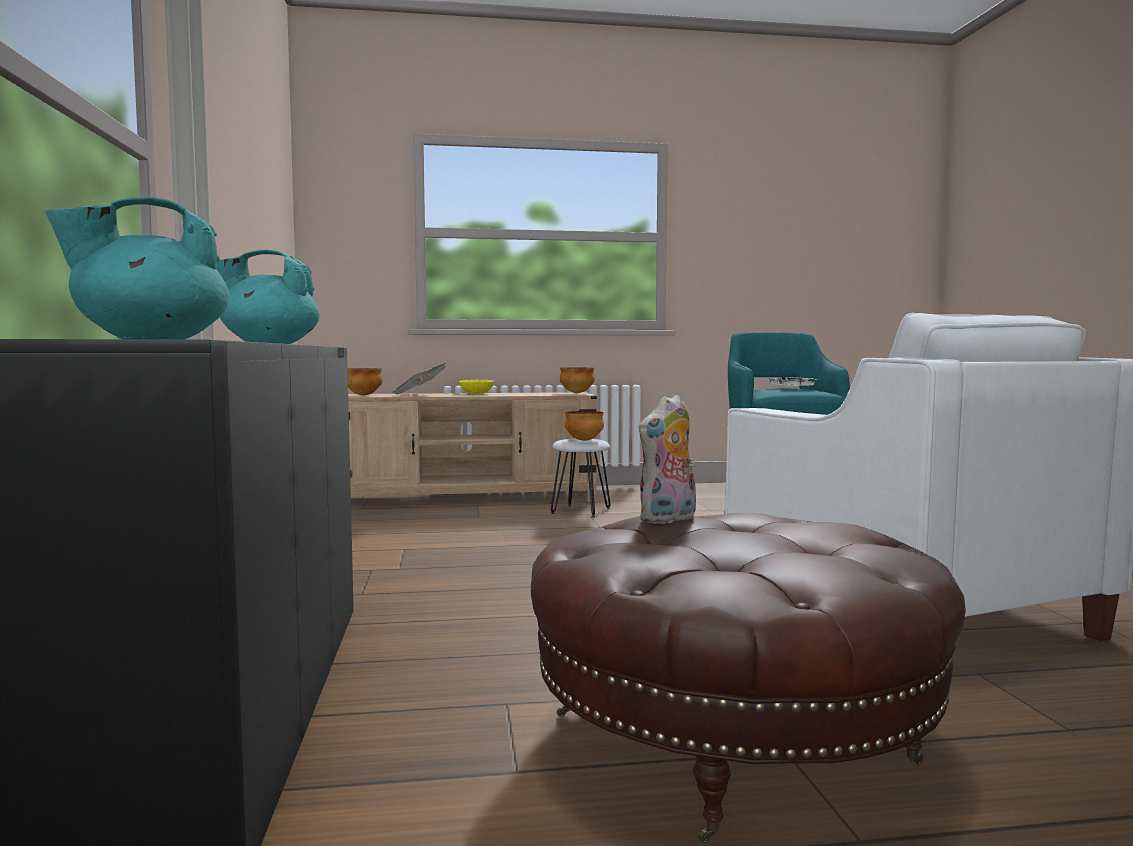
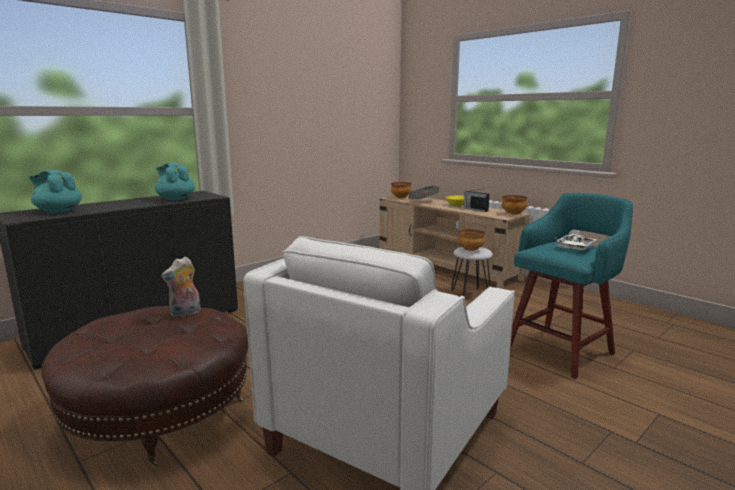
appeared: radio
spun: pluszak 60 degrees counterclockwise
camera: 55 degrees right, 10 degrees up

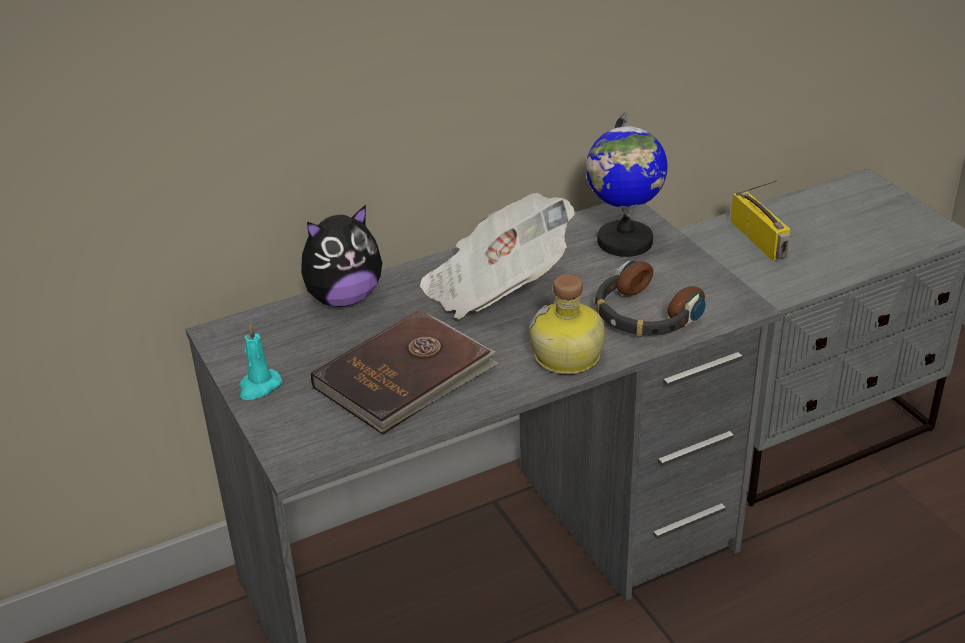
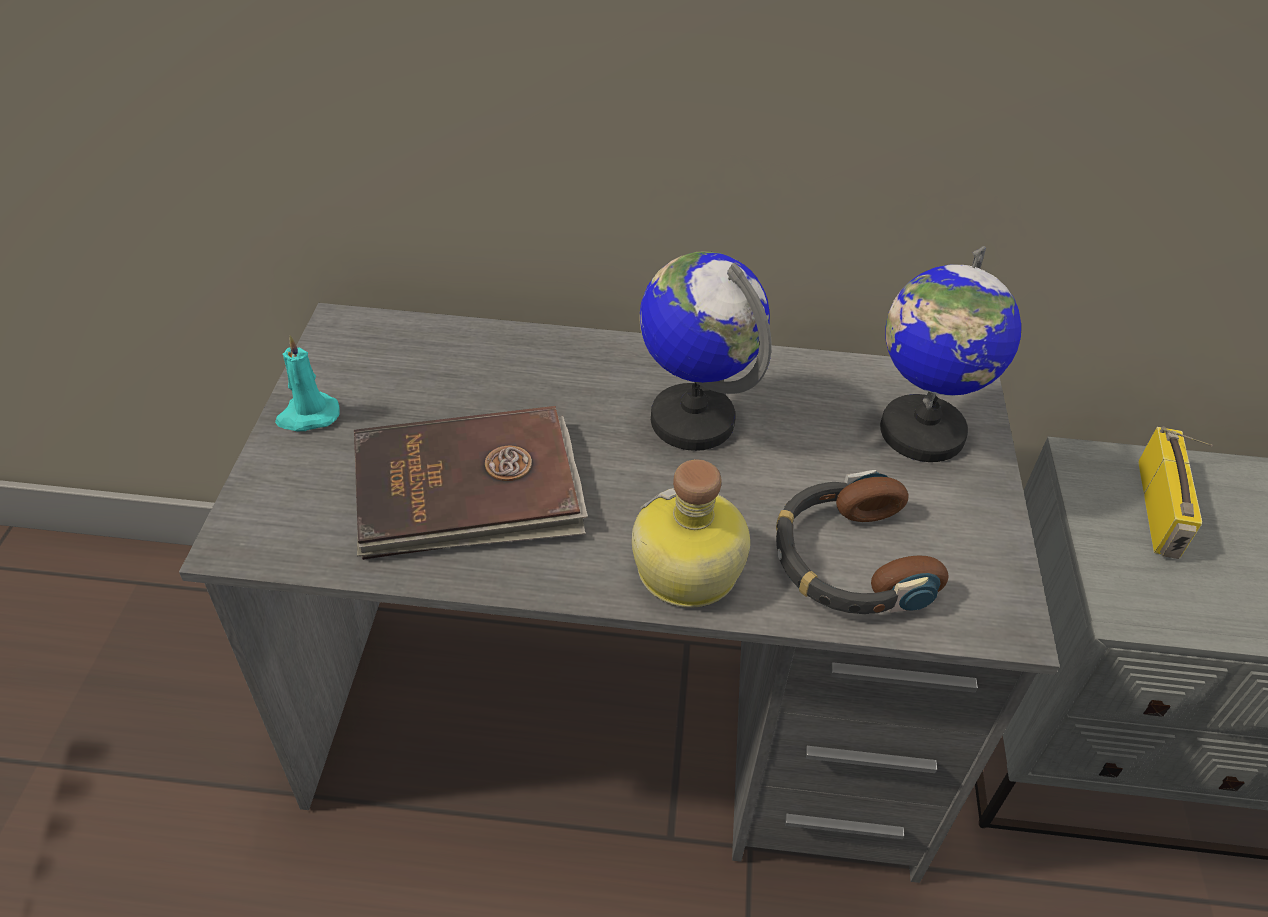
missing: pluszak
exchanged: gazeta to globus (no. 1 from left)
camera: 30 degrees right, 10 degrees up

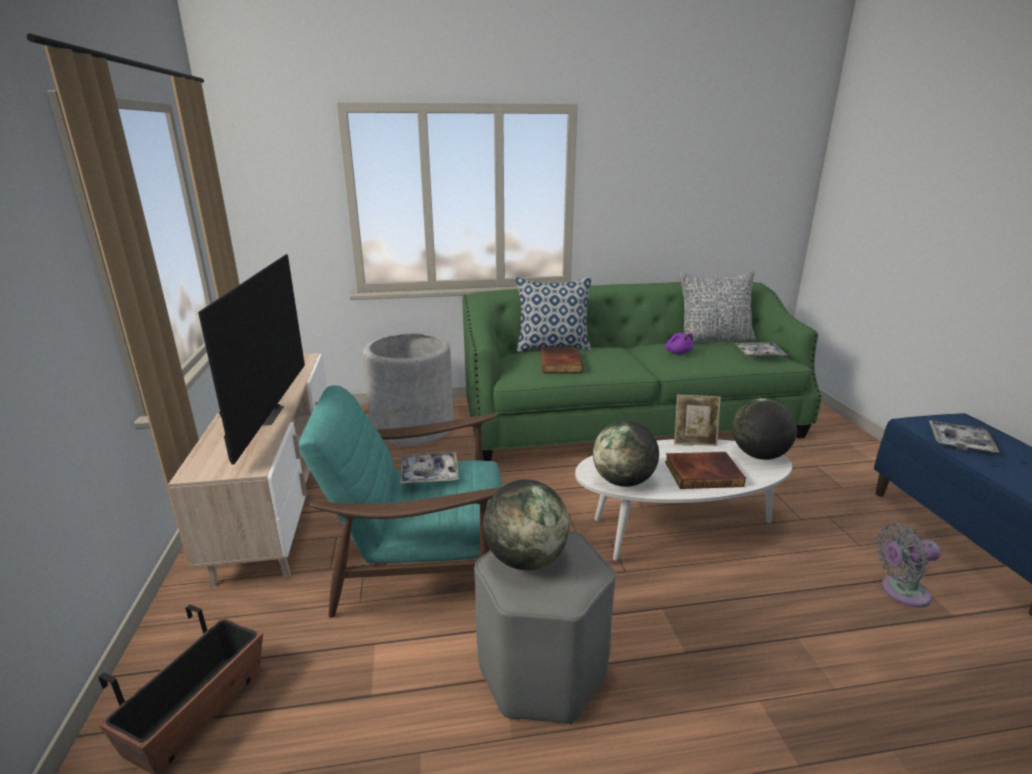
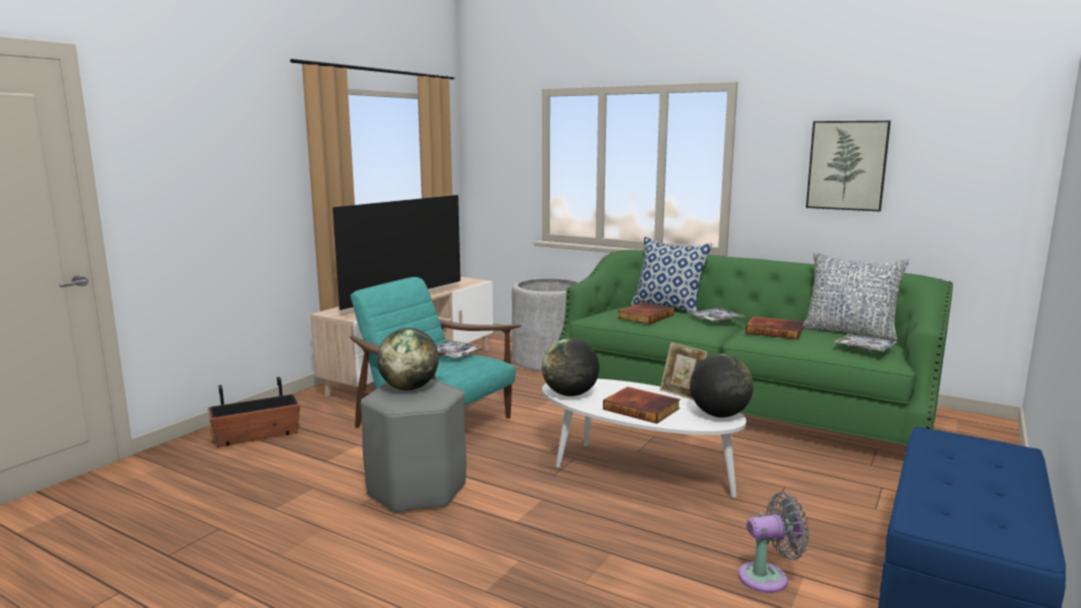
appeared: obraz
relocated: taca (no. 3 from left in the first image) to taca (no. 2 from left)
exchanged: pluszak/fioletowy to książka (no. 3 from left)
spun: wentylator/szary 135 degrees clockwise
camera: 40 degrees right, 10 degrees down

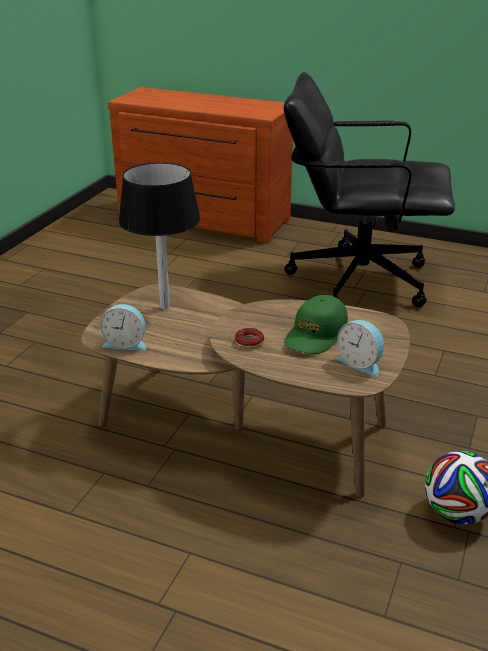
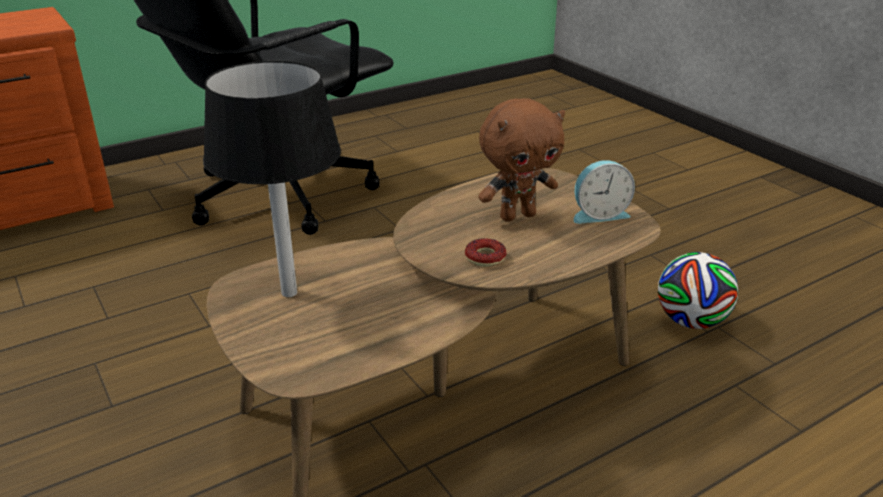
missing: budzik (no. 1 from left)
exchanged: czapka z daszkiem/zielony to pluszak/brązowy
camera: 55 degrees left, 0 degrees up

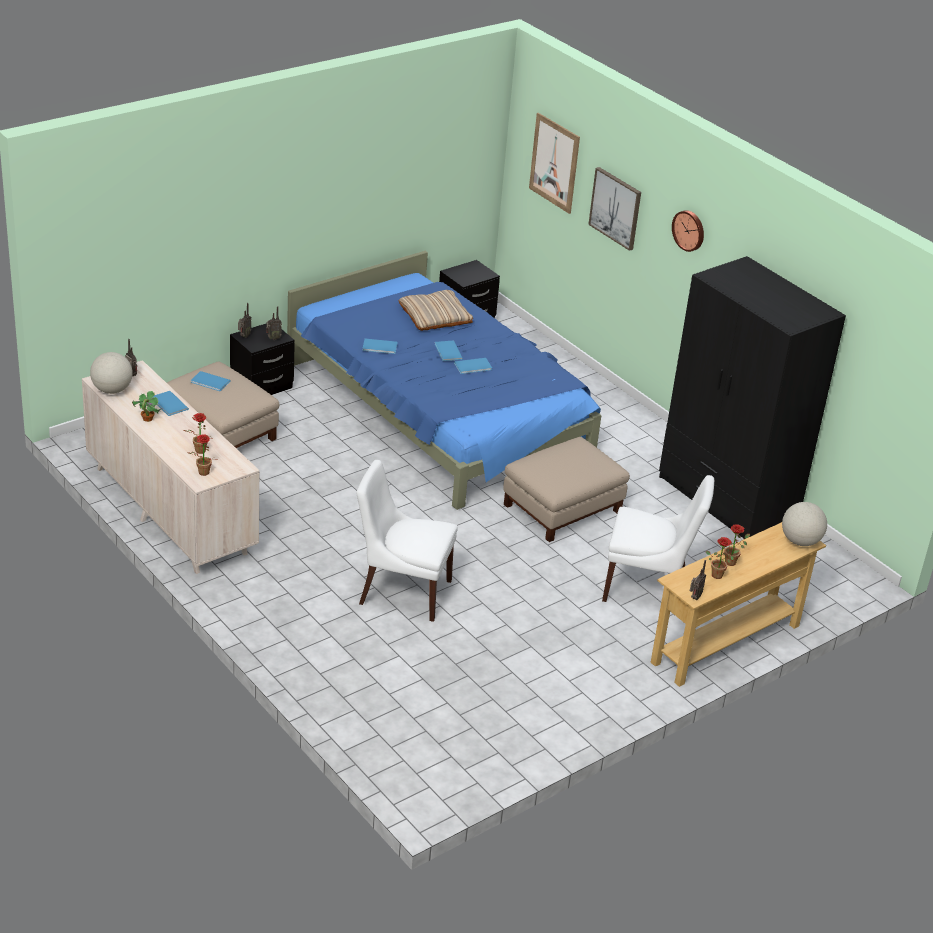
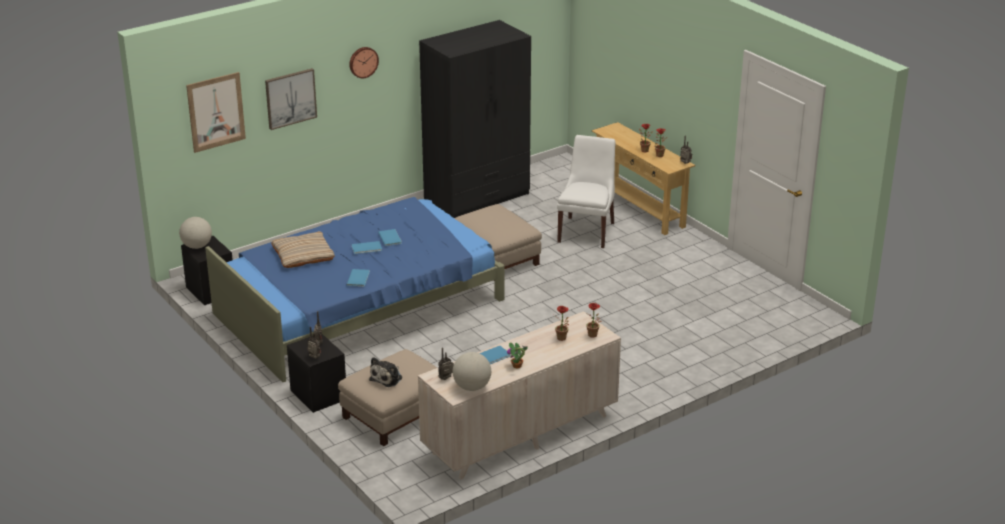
missing: krzesło/biały (no. 1 from left)
relocated: globus (no. 2 from left in the first image) to globus (no. 1 from left)
exchanged: książka/niebieski (no. 2 from left) to pluszak
camera: 85 degrees left, 5 degrees down

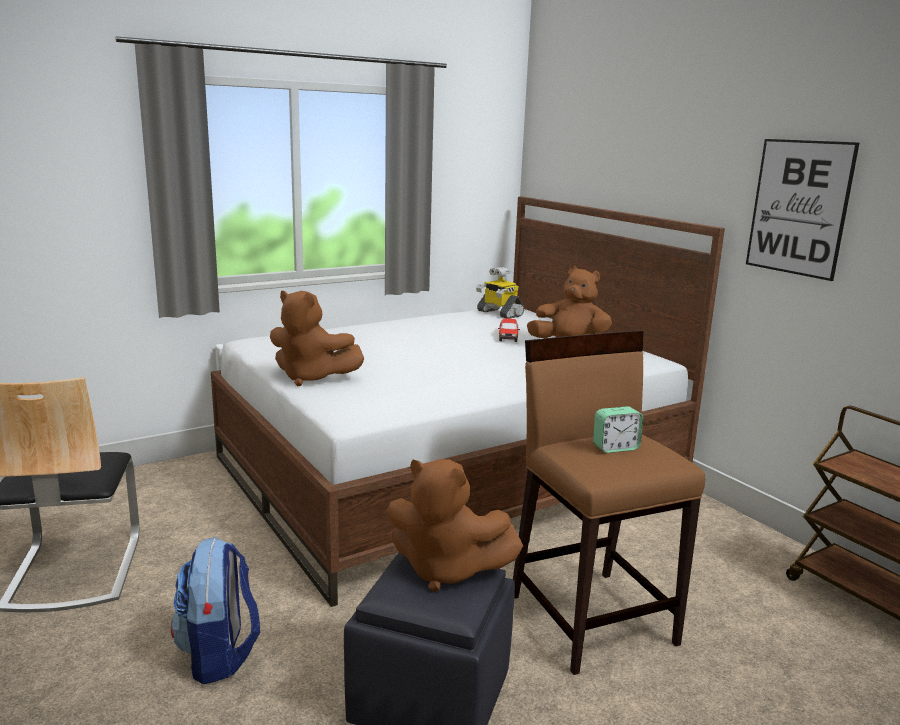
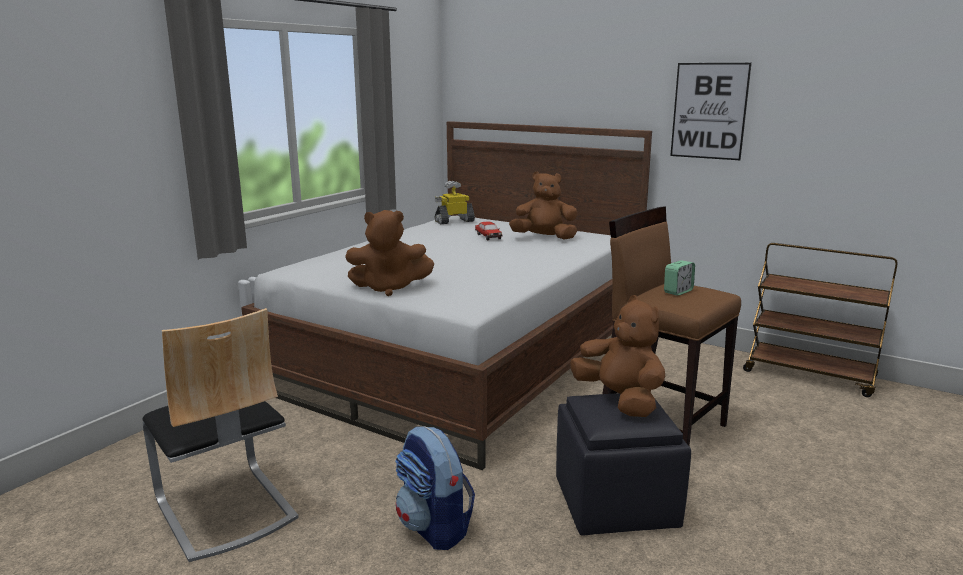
spun: robot zabawkowy 135 degrees clockwise; pluszak/brązowy (no. 2 from left in the first image) 120 degrees counterclockwise
camera: 25 degrees left, 0 degrees up

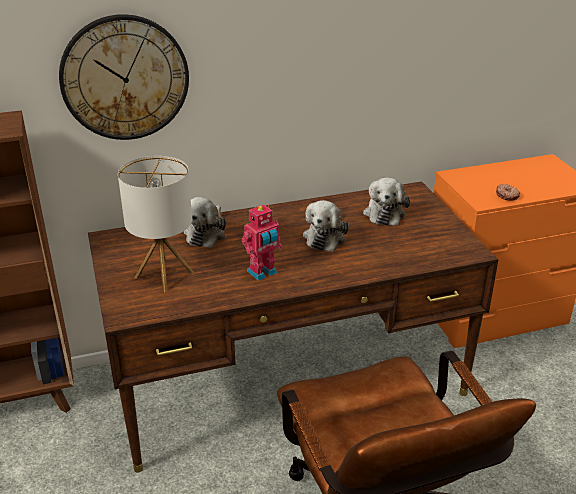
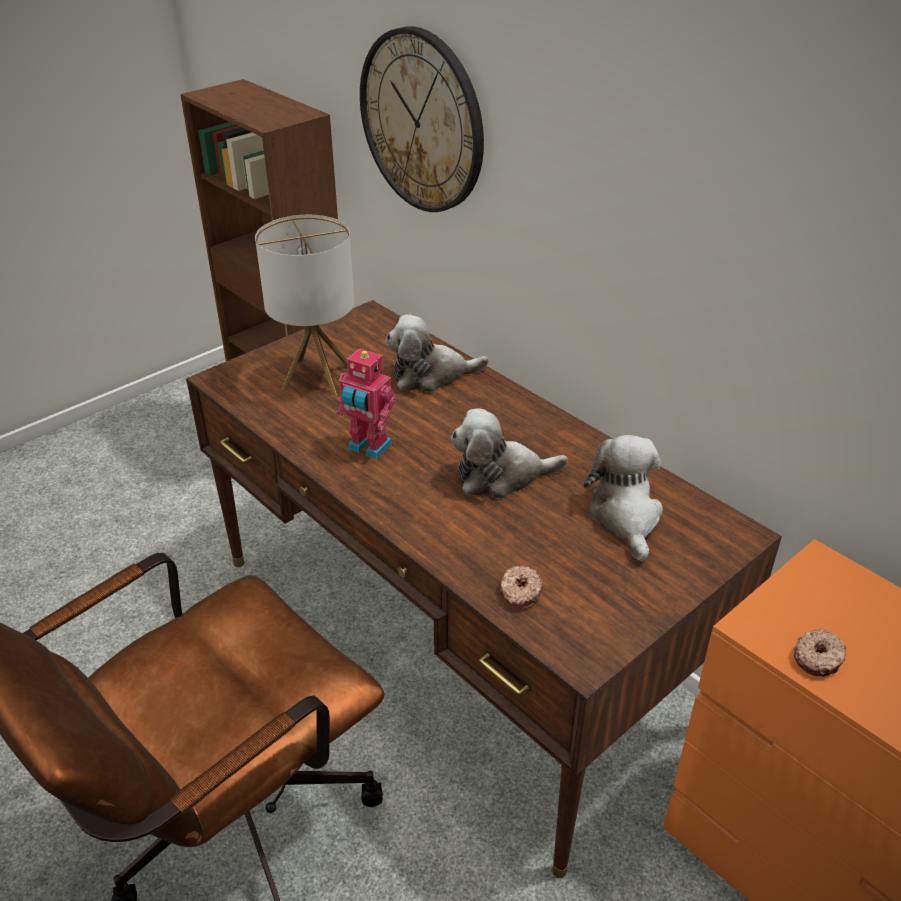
appeared: donut (no. 1 from left)
spun: pluszak (no. 3 from left) 105 degrees clockwise
camera: 65 degrees right, 5 degrees up

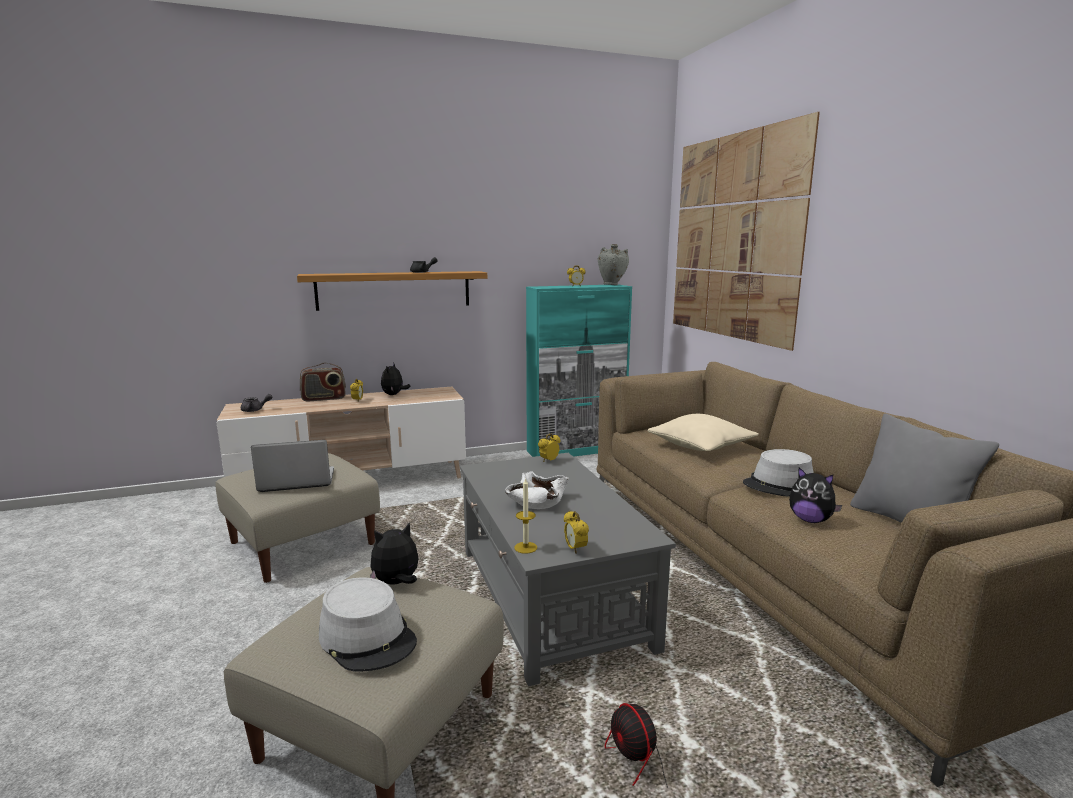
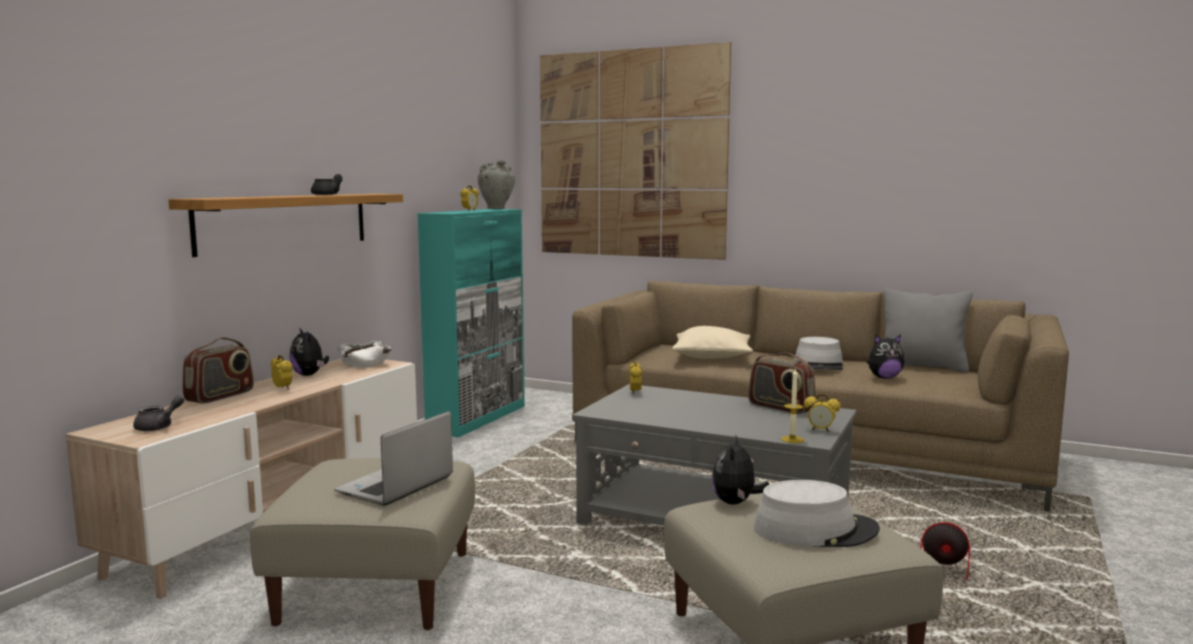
appeared: radio (no. 2 from left)
relocated: miska/biały
camera: 45 degrees left, 5 degrees down

